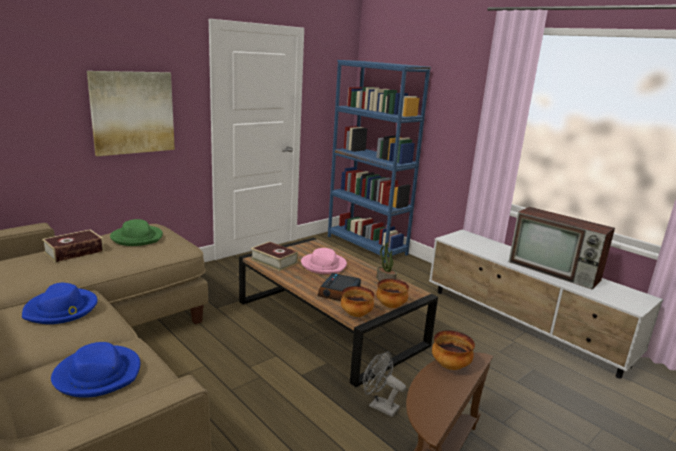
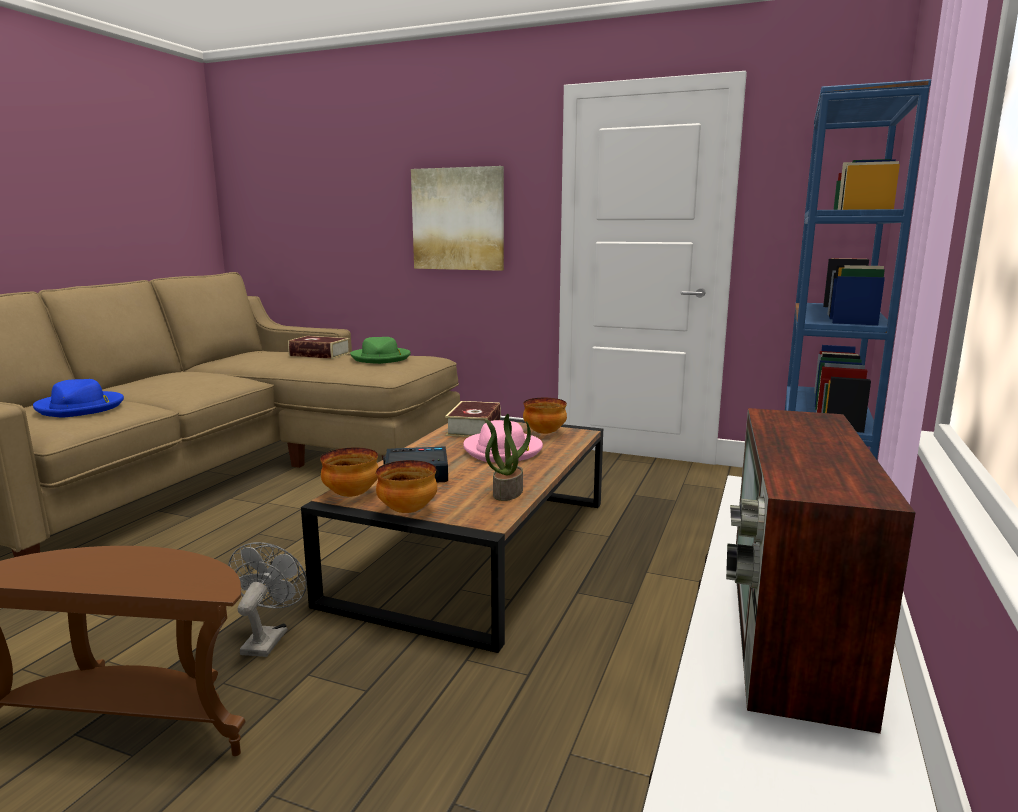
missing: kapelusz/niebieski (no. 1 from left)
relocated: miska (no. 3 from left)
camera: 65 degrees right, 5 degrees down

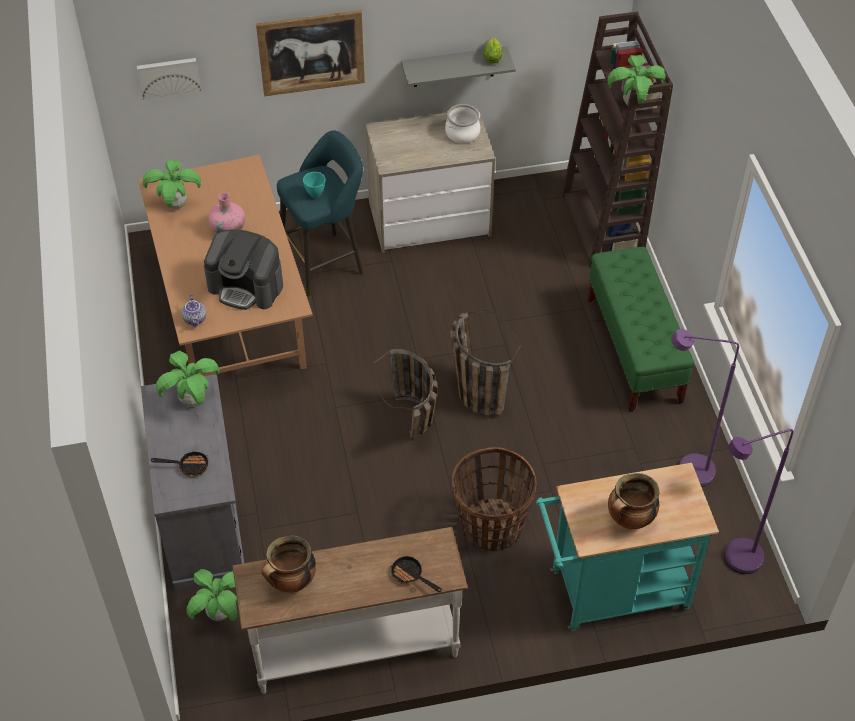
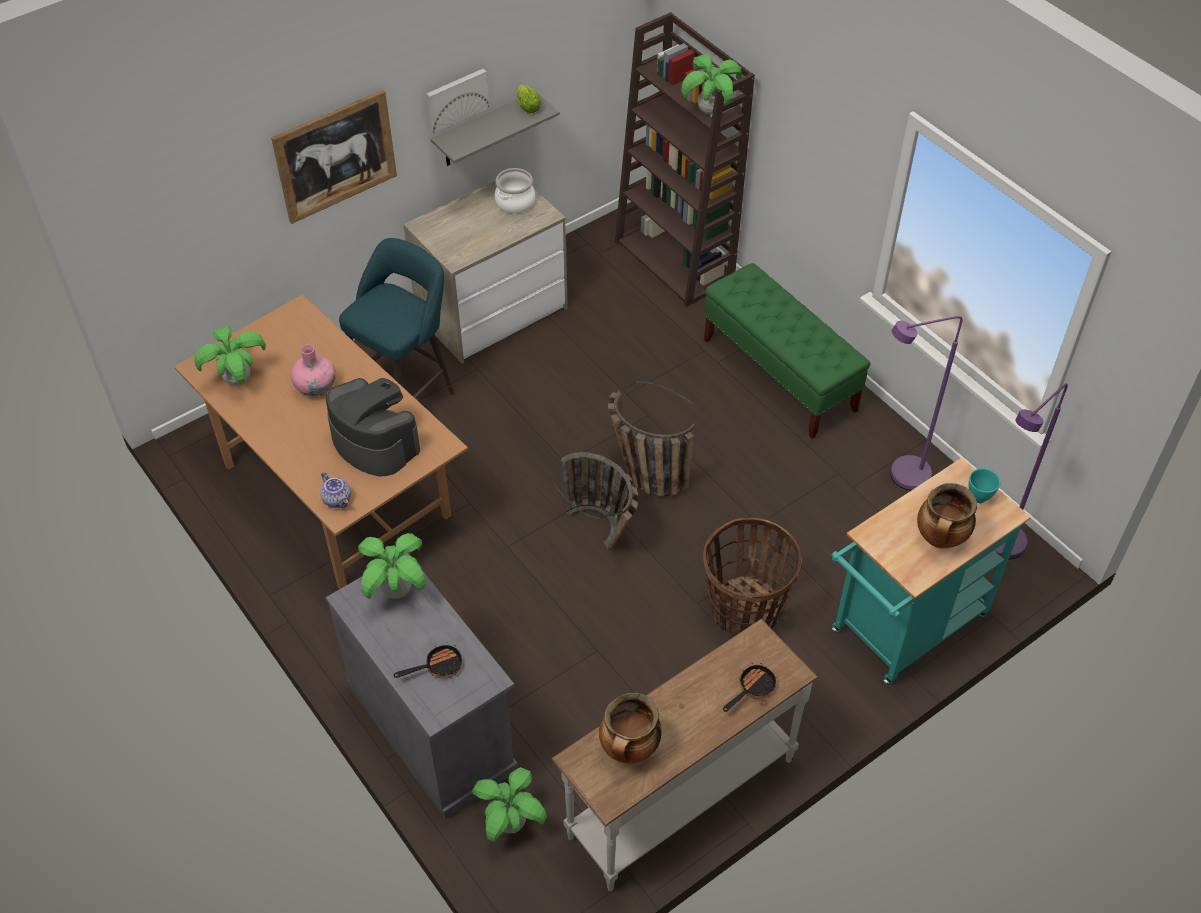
relocated: obraz (no. 1 from left in the first image) to obraz (no. 2 from left); miska/turkusowy
spun: ekspres do kawy 135 degrees counterclockwise; patelnia (no. 2 from left) 120 degrees clockwise
camera: 25 degrees left, 0 degrees up

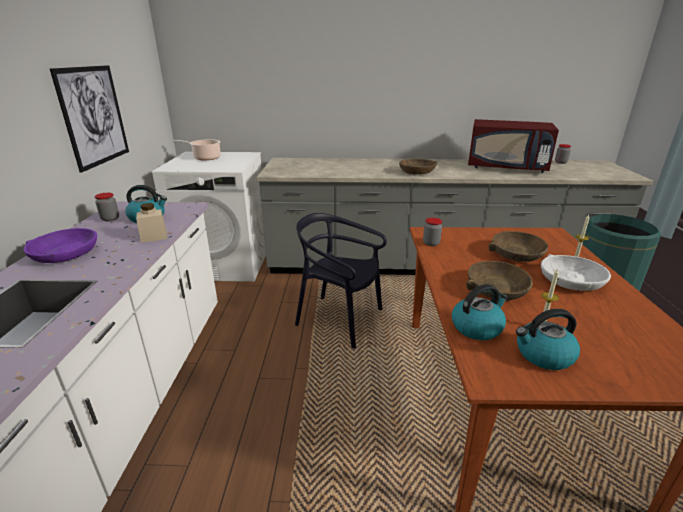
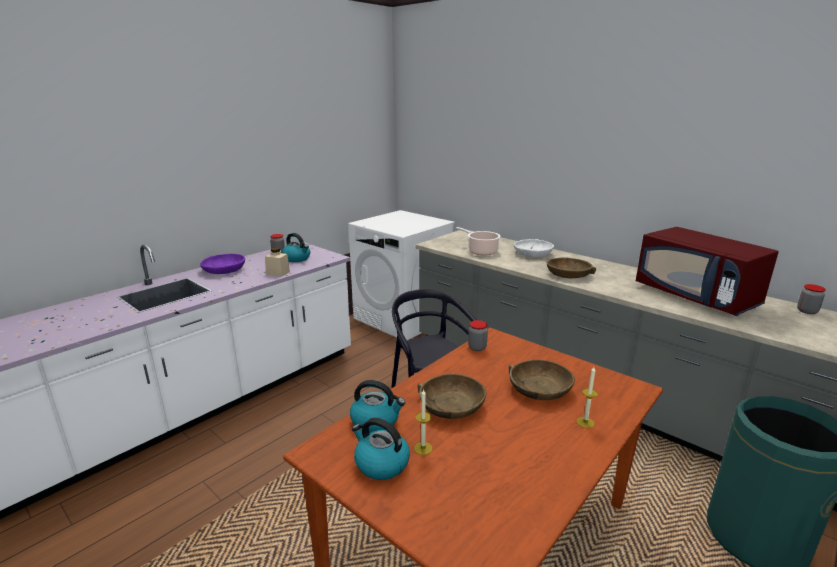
missing: obraz
relocated: garnek; miska/biały
camera: 40 degrees right, 5 degrees down

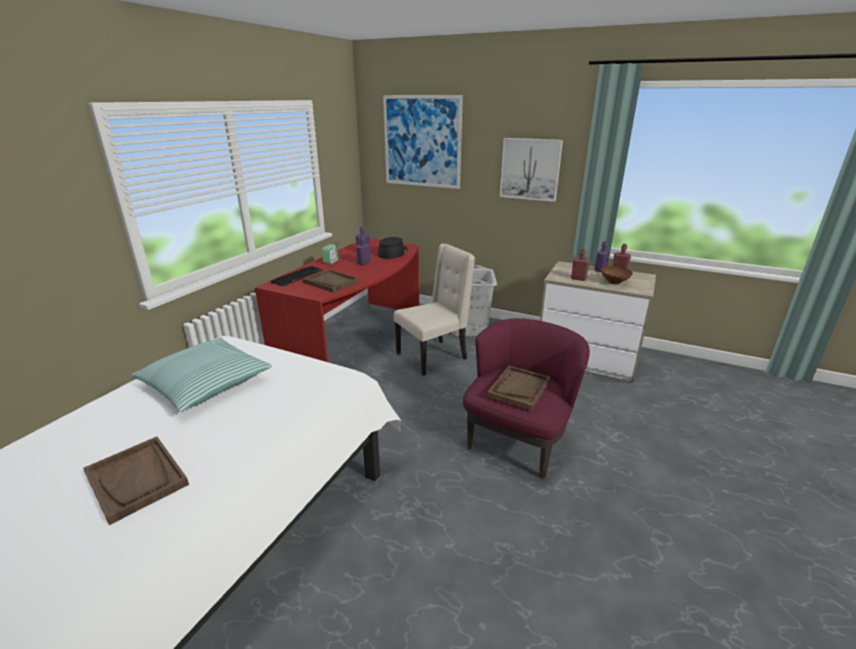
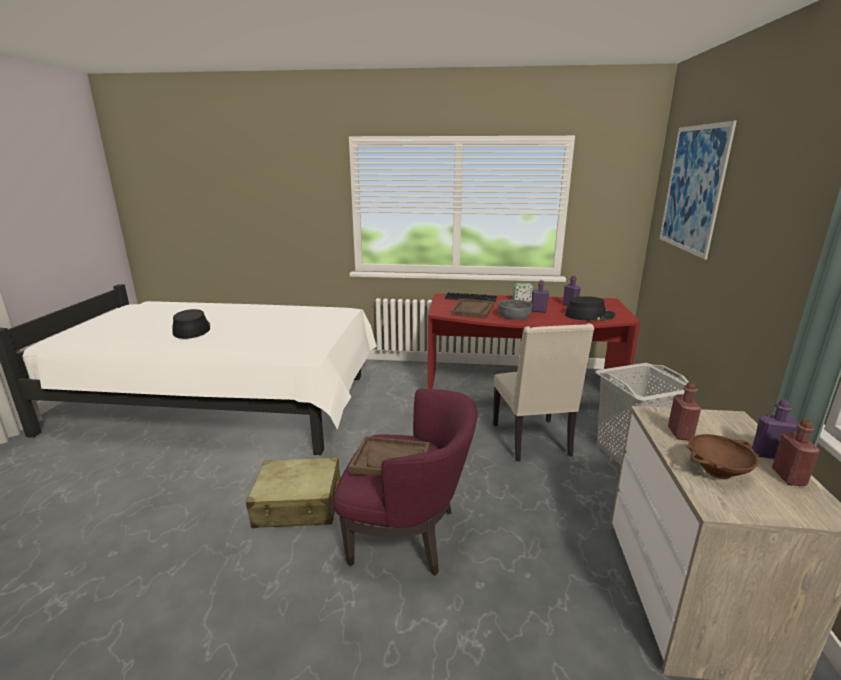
missing: poduszka; obraz (no. 2 from left)
appeared: walizka/beżowy; miska/szary
exchanged: taca/brązowy (no. 1 from left) to kapelusz/czarny (no. 1 from left)
spun: krzesło/beżowy 45 degrees clockwise
camera: 70 degrees right, 5 degrees down

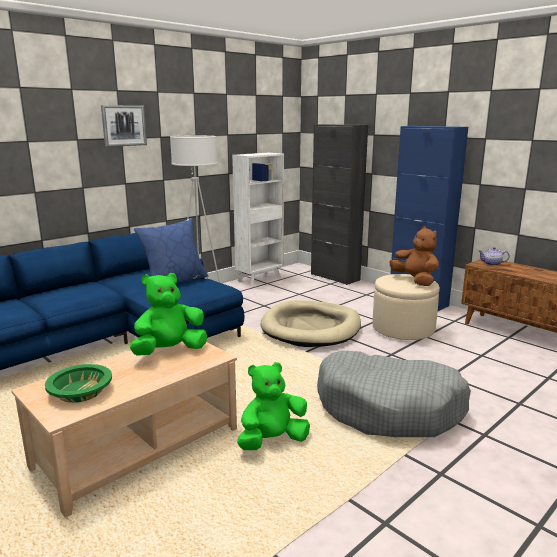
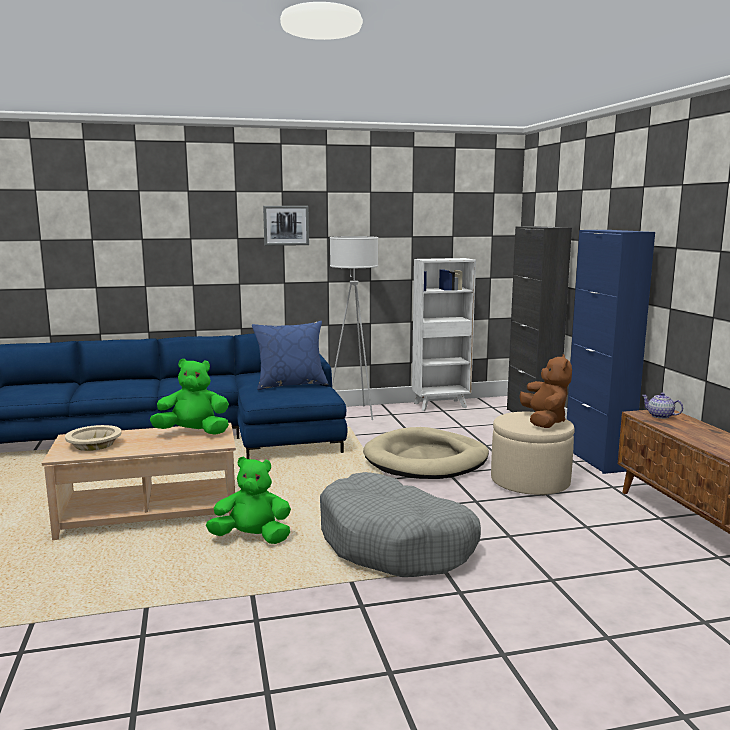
colour: miska/zielony to miska/beżowy
camera: 30 degrees right, 5 degrees down

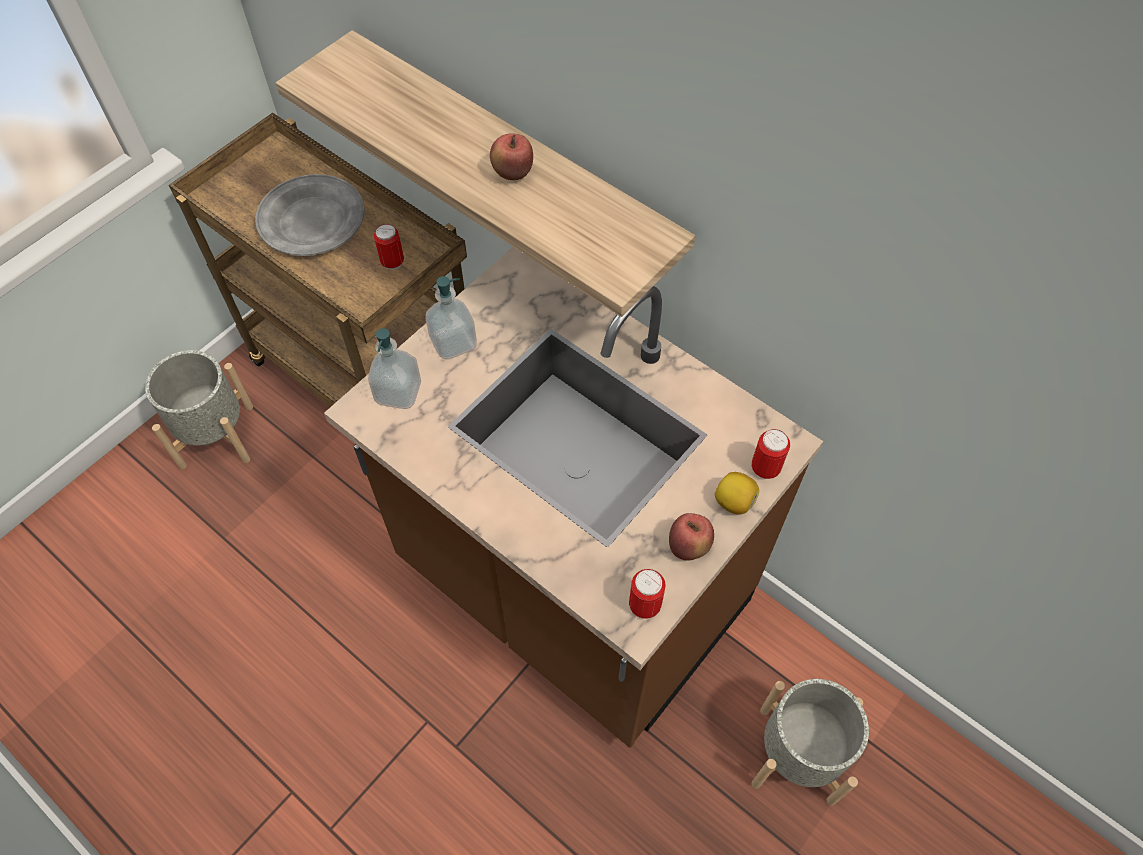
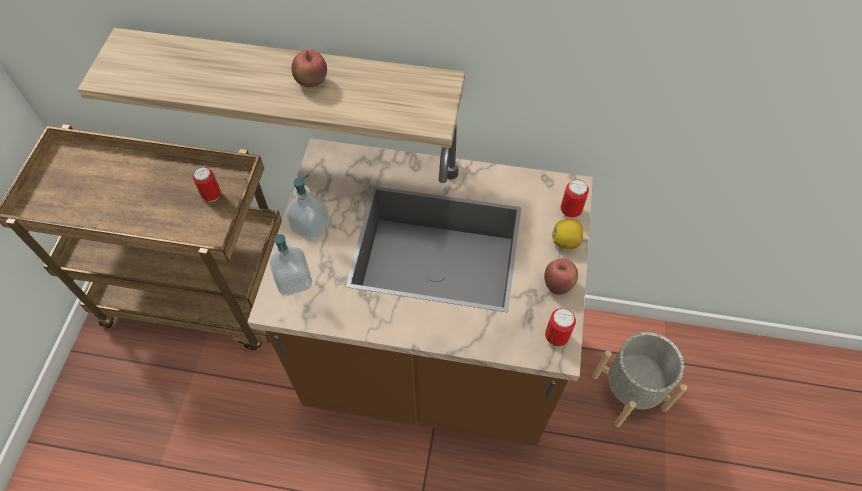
missing: donica/szary (no. 1 from left); talerz/szary
camera: 30 degrees left, 0 degrees up

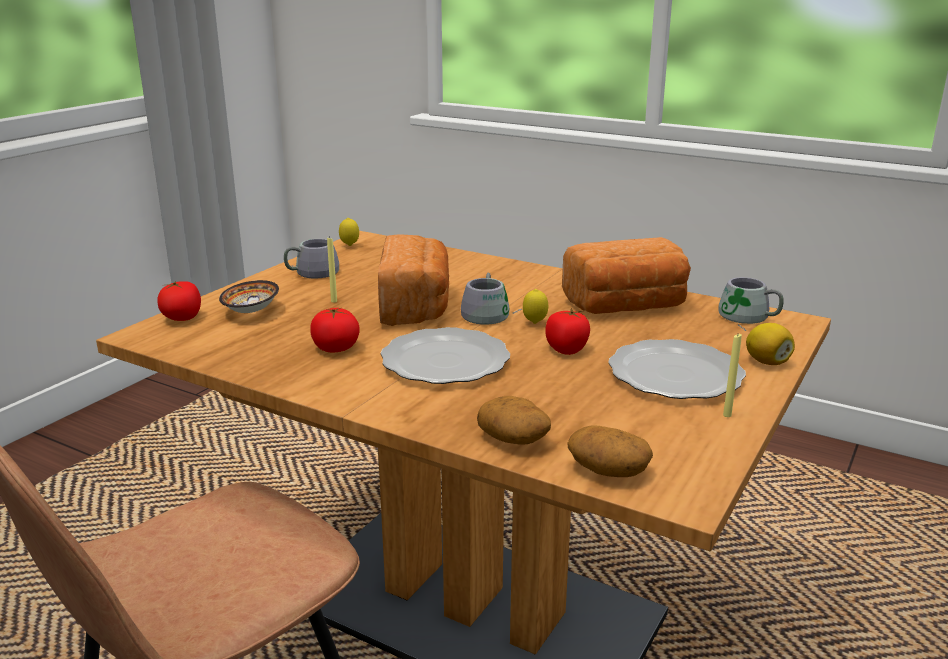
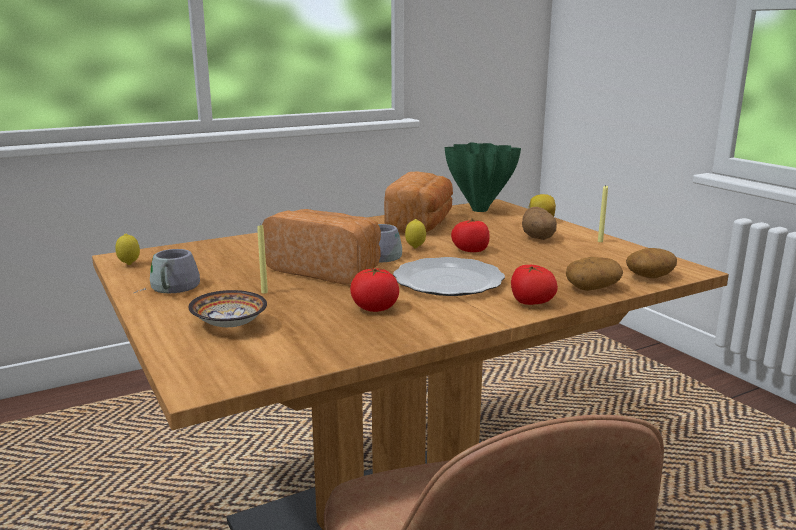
relocated: pomidor (no. 1 from left in the first image) to pomidor (no. 3 from left)
exchanged: kubek/szary (no. 3 from left) to wazon/zielony; talerz (no. 2 from left) to ziemniak (no. 1 from left)
camera: 60 degrees left, 5 degrees down

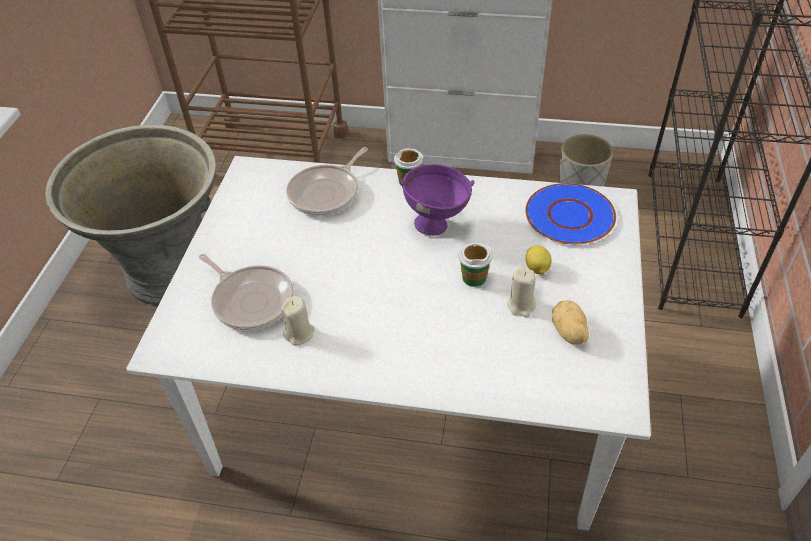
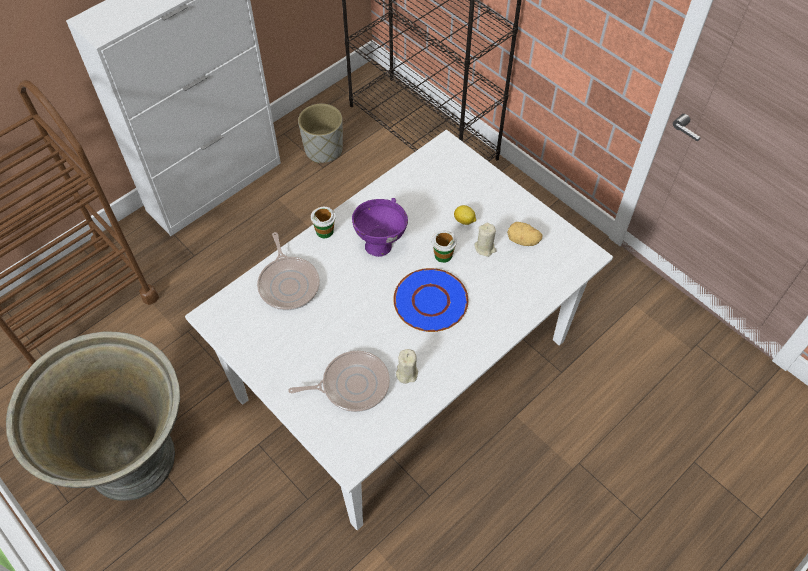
relocated: talerz/niebieski
camera: 55 degrees left, 10 degrees up

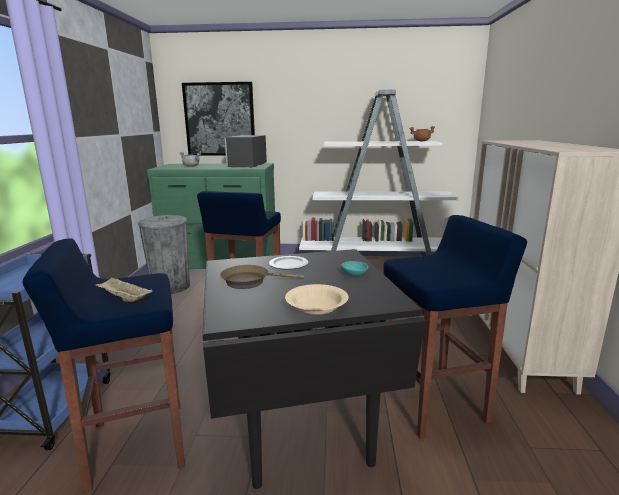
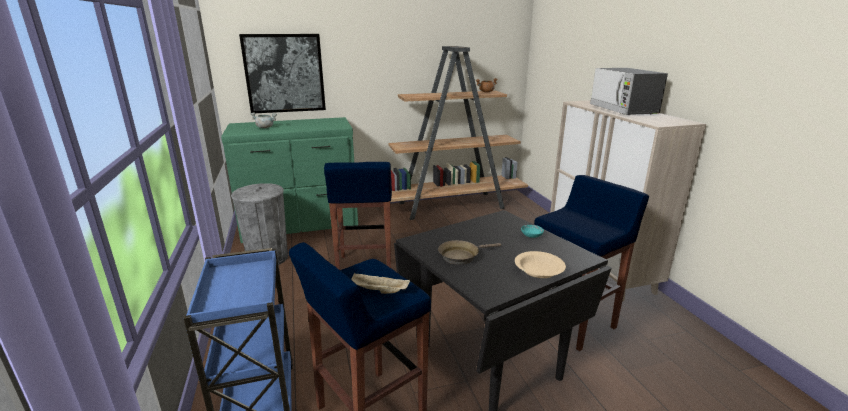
missing: talerz
relocated: mikrofalówka
colour: regał/biały to regał/brązowy
camera: 20 degrees left, 5 degrees up

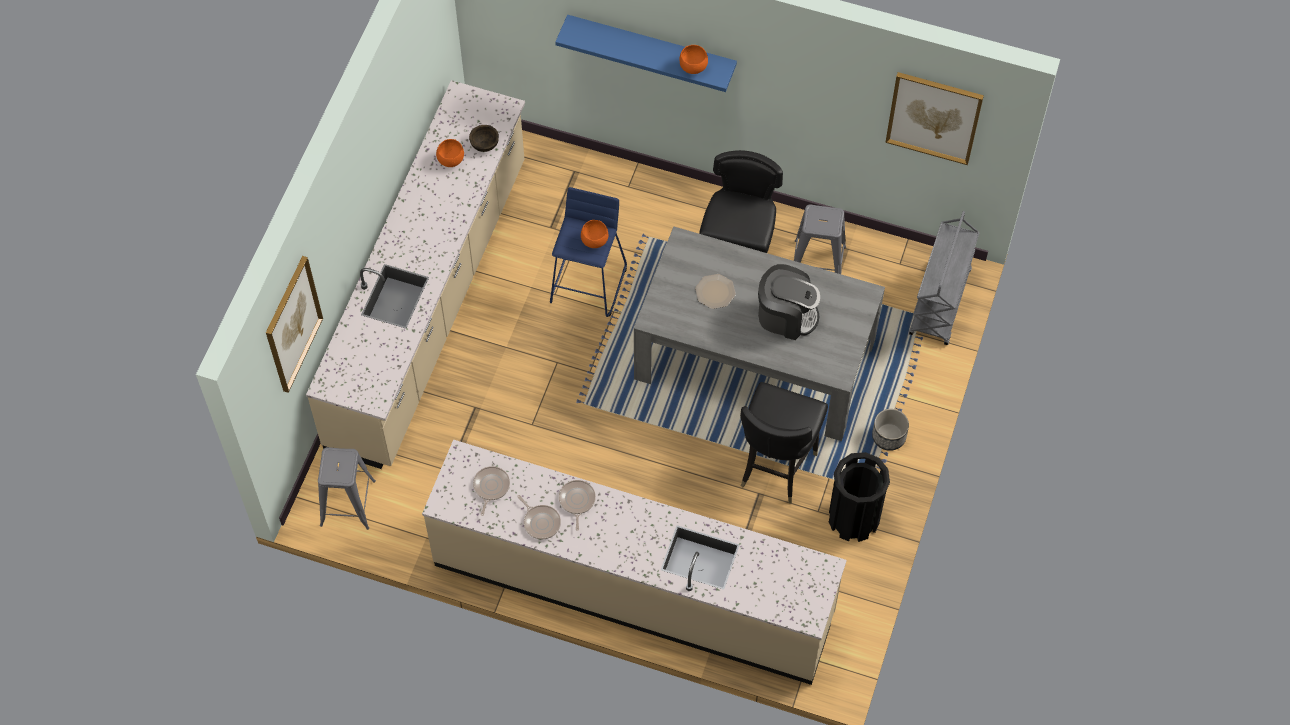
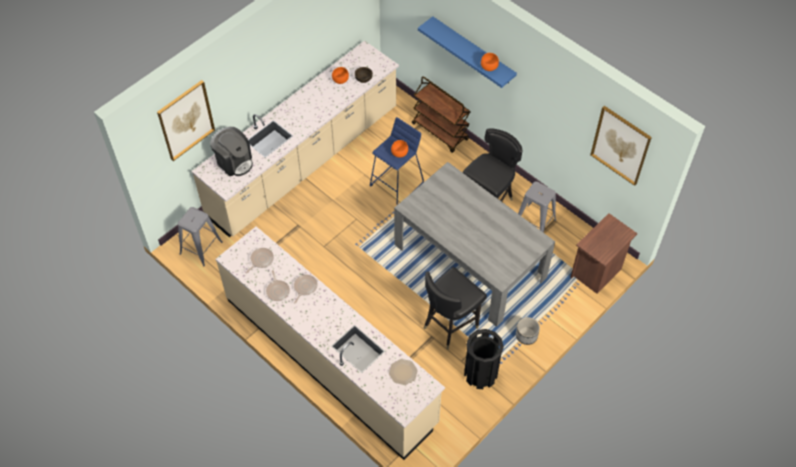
appeared: wózek/brązowy
relocated: ekspres do kawy; talerz
exchanged: wózek/szary to szafka nocna/brązowy
camera: 25 degrees right, 5 degrees down

